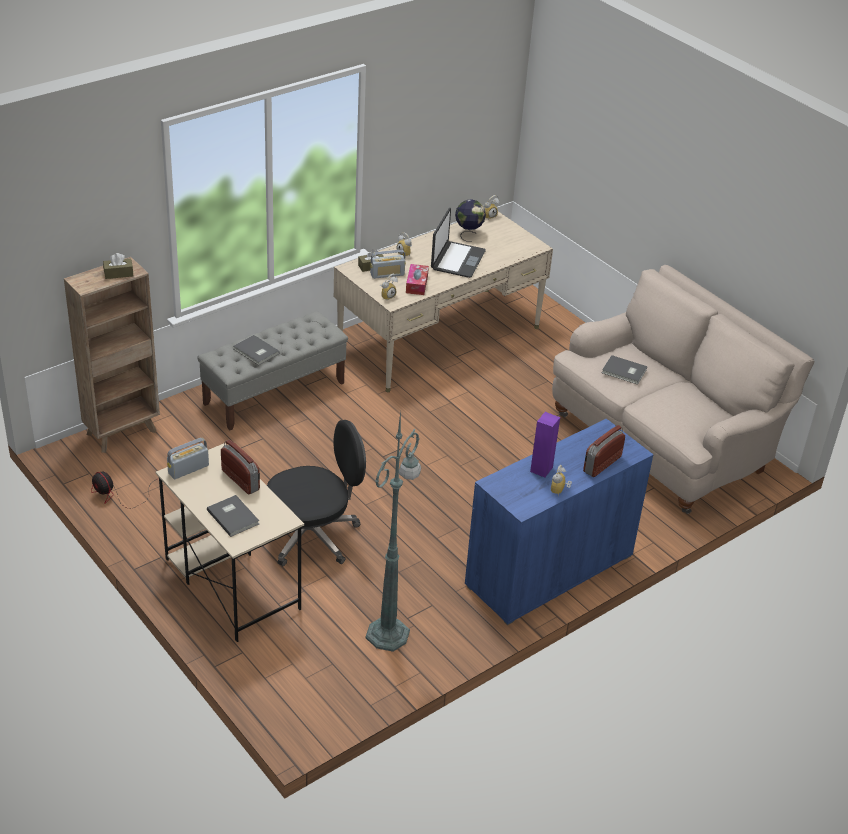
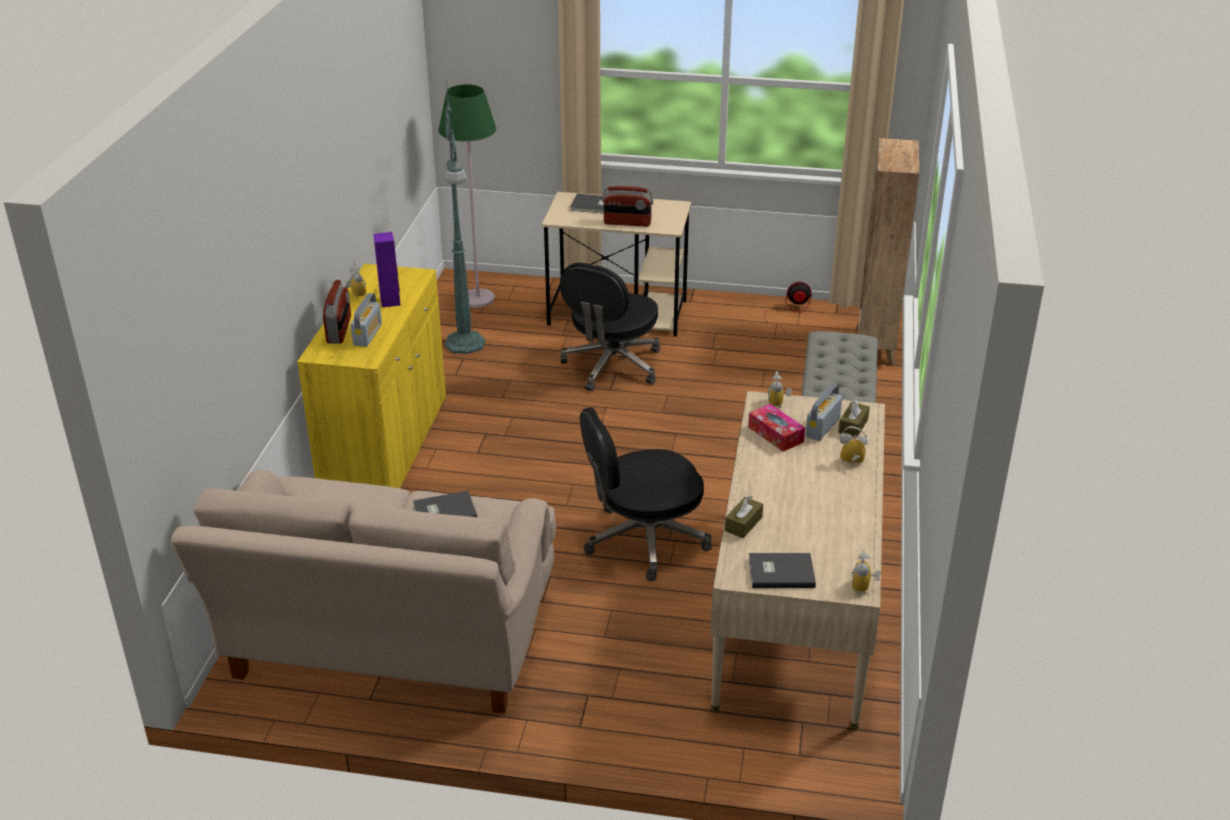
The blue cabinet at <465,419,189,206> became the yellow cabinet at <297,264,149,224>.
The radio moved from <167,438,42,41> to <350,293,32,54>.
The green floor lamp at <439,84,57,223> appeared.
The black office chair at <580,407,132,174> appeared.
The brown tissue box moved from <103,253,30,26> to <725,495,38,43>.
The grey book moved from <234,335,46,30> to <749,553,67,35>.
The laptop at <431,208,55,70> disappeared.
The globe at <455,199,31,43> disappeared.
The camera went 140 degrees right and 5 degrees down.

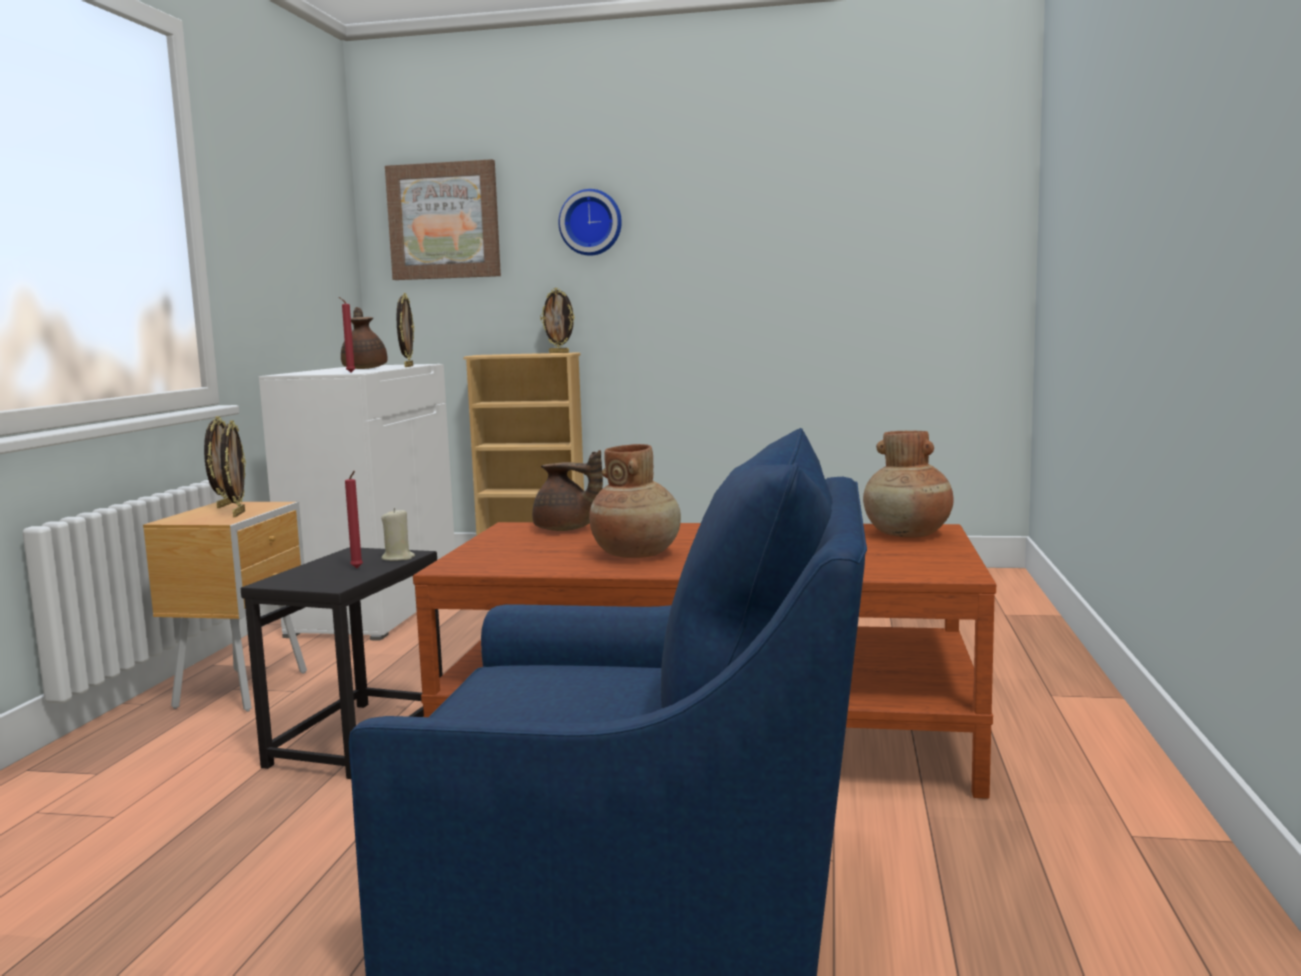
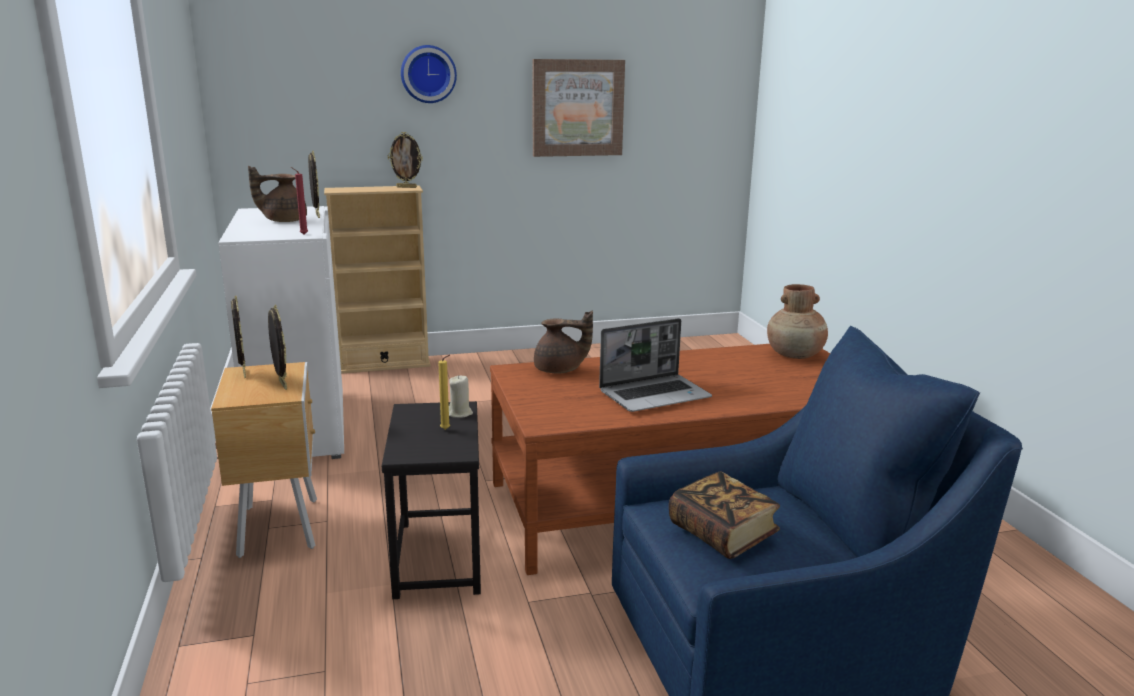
The brown teapot at <341,307,47,62> turned 60 degrees counterclockwise.
The red candle at <345,471,18,97> became the yellow candle at <438,355,12,75>.
The picture moved from <385,159,116,121> to <533,59,92,98>.
The brown vase at <589,444,92,114> was replaced by the laptop at <599,318,113,94>.
The book at <669,471,111,88> appeared.
The camera went 25 degrees left and 10 degrees up.

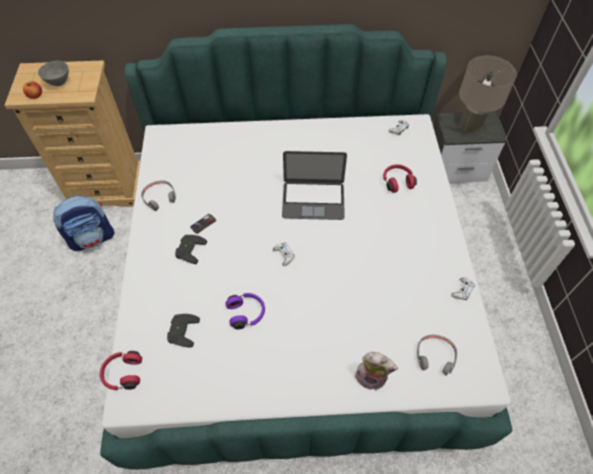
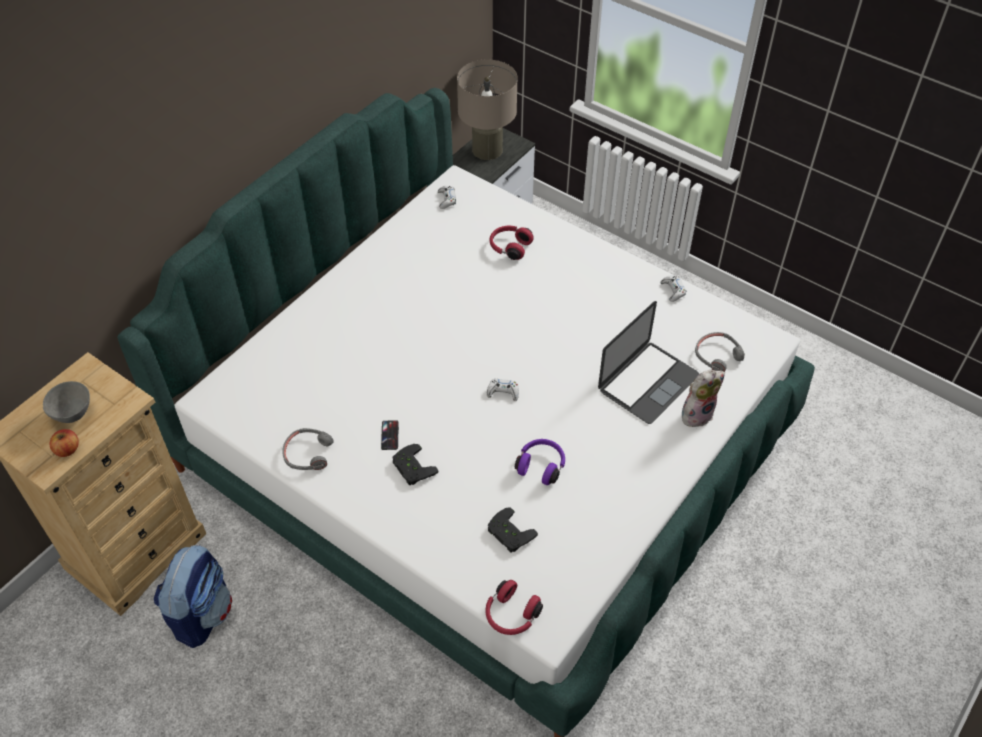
The laptop moved from <282,151,65,69> to <598,301,101,123>.
The camera went 50 degrees left and 5 degrees down.

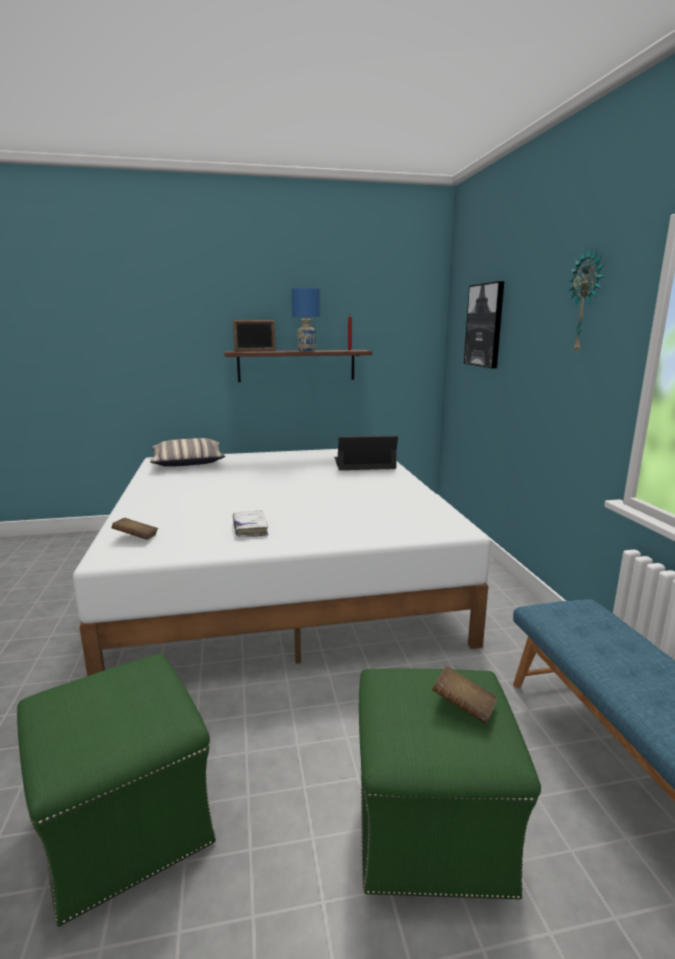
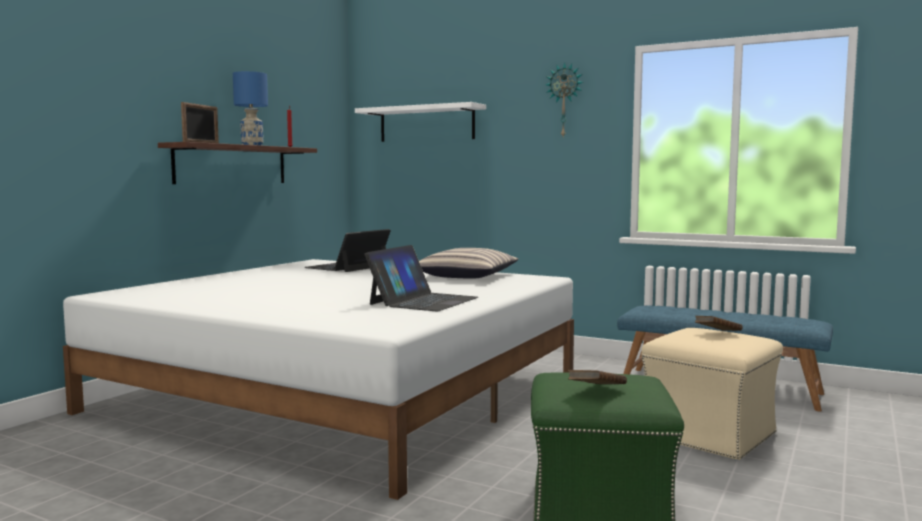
The picture at <464,281,40,87> was replaced by the white shelf at <355,102,131,40>.
The white book at <233,510,35,27> was replaced by the laptop at <365,245,113,67>.
The pillow moved from <150,438,75,29> to <419,248,99,31>.
The brown book moved from <111,518,47,22> to <568,370,59,14>.
The green ottoman at <359,669,182,230> became the beige ottoman at <641,328,142,133>.
The camera went 50 degrees left and 10 degrees down.

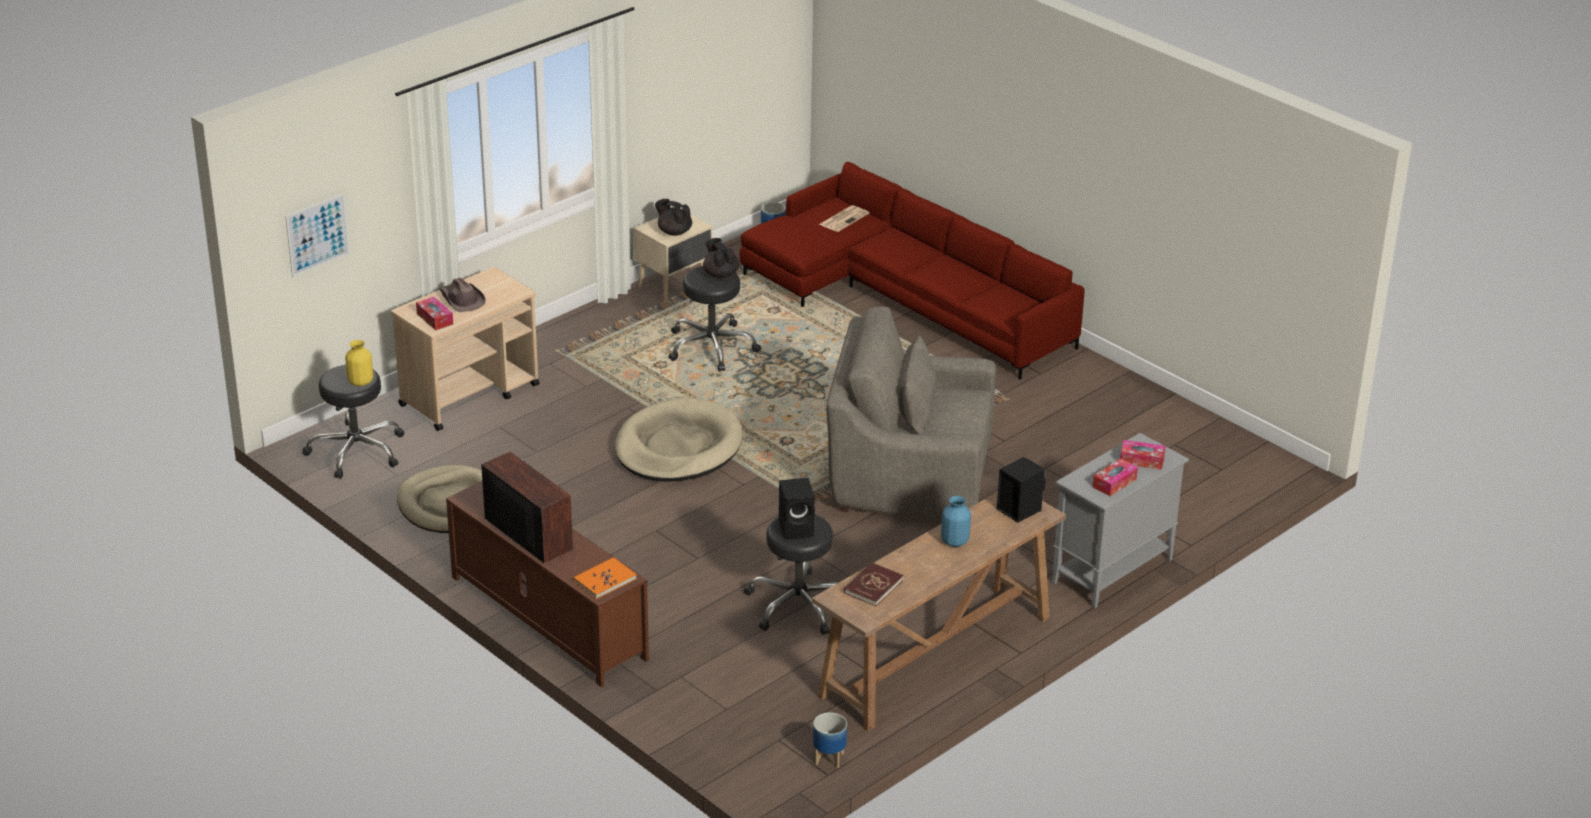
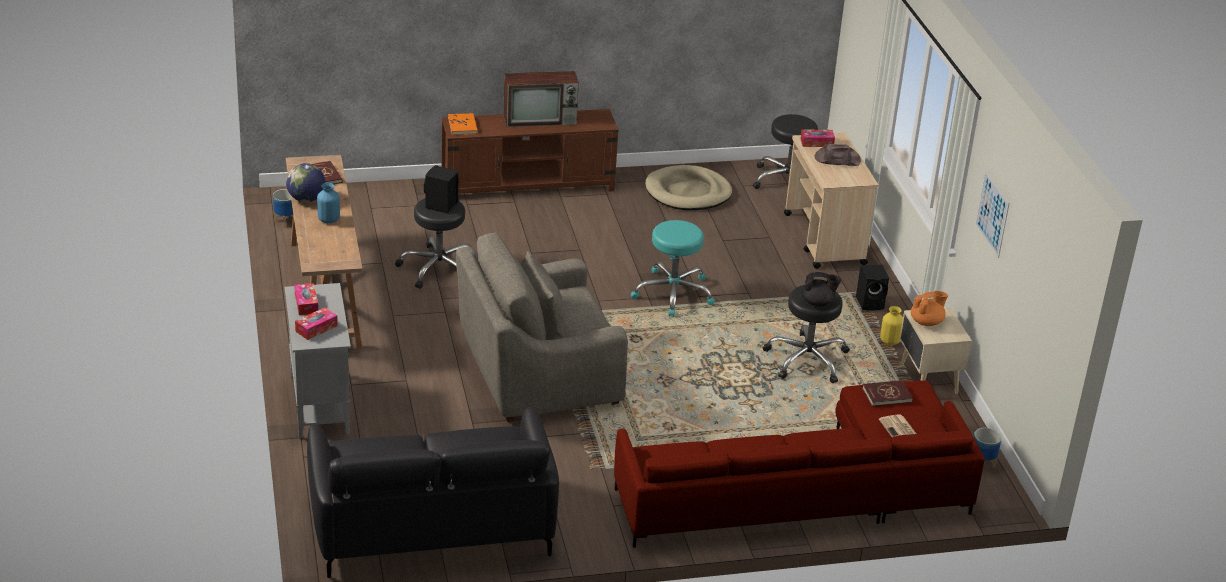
The globe at <286,163,39,39> appeared.
The black sofa at <307,406,252,172> appeared.
The grey armchair at <826,306,170,213> turned 150 degrees counterclockwise.
The beige dog bed at <615,398,128,84> was replaced by the turquoise stool at <631,220,84,97>.
The black speaker moved from <997,457,49,66> to <856,265,33,46>.
The red book at <862,380,51,26> appeared.
The yellow vase moved from <345,340,28,46> to <880,306,23,39>.
The black teapot at <655,199,37,37> became the orange teapot at <911,291,37,35>.
The picture moved from <285,193,65,84> to <975,171,35,87>.
The camera went 120 degrees right and 0 degrees up.

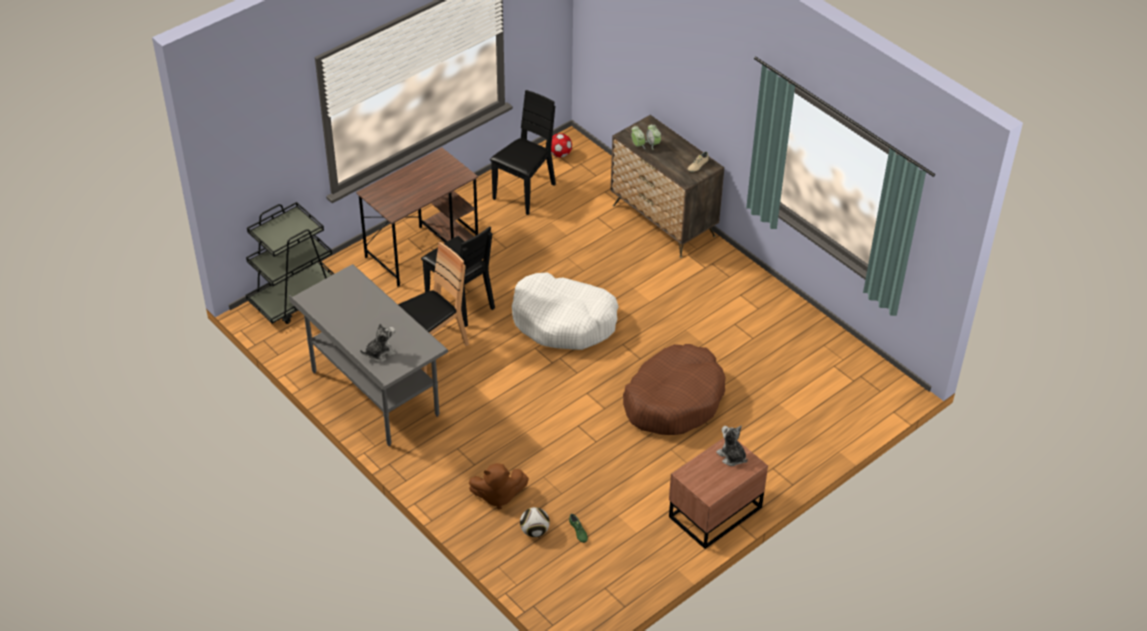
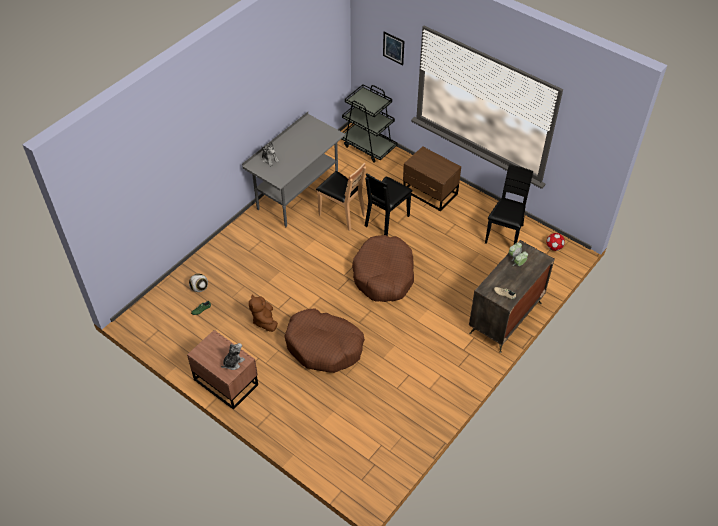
The brown plush toy moved from <469,463,60,46> to <249,294,29,38>.
The white dog bed at <512,273,106,77> became the brown dog bed at <352,235,62,67>.
The picture at <383,32,21,33> appeared.
The brown desk at <356,147,122,140> was replaced by the brown nightstand at <403,146,58,65>.
The black chair at <490,90,66,125> turned 90 degrees counterclockwise.
The camera went 80 degrees right and 5 degrees up.

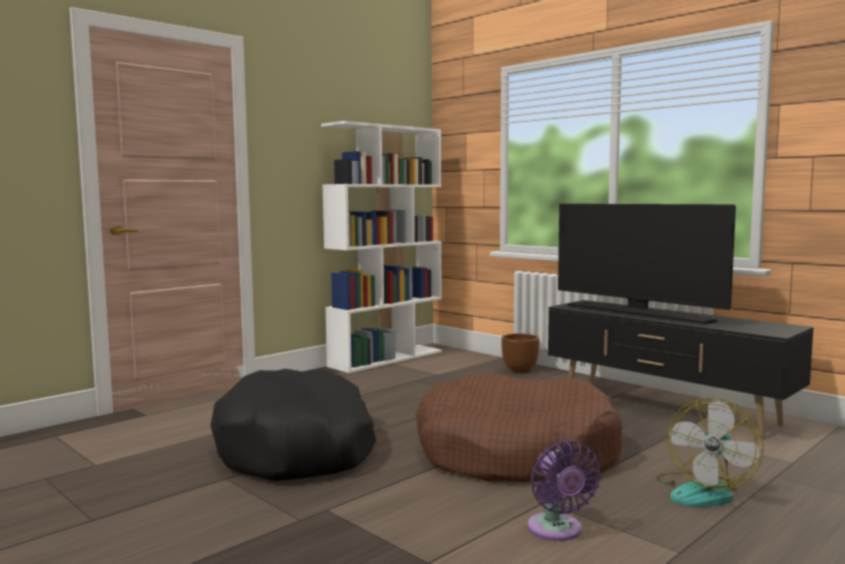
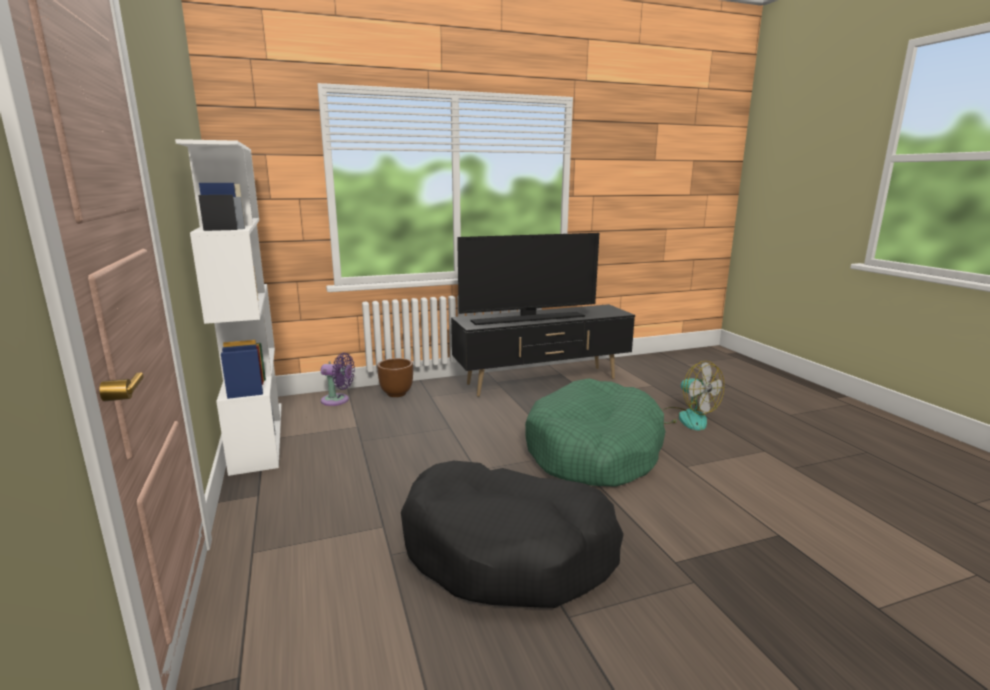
The purple fan moved from <527,440,74,101> to <321,353,34,53>.
The brown dog bed at <416,373,206,109> became the green dog bed at <525,378,141,109>.
The camera went 65 degrees left and 10 degrees up.

